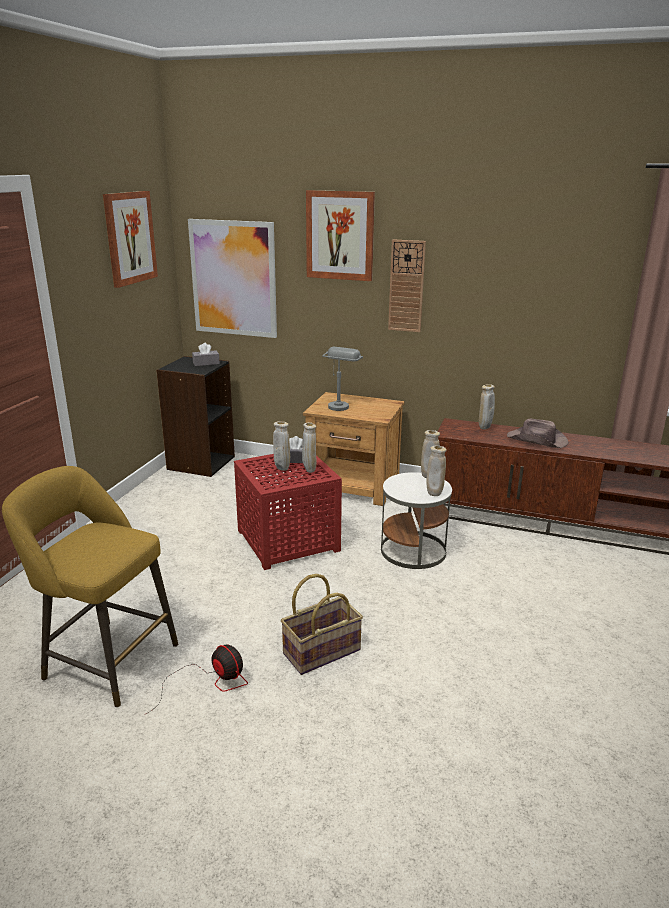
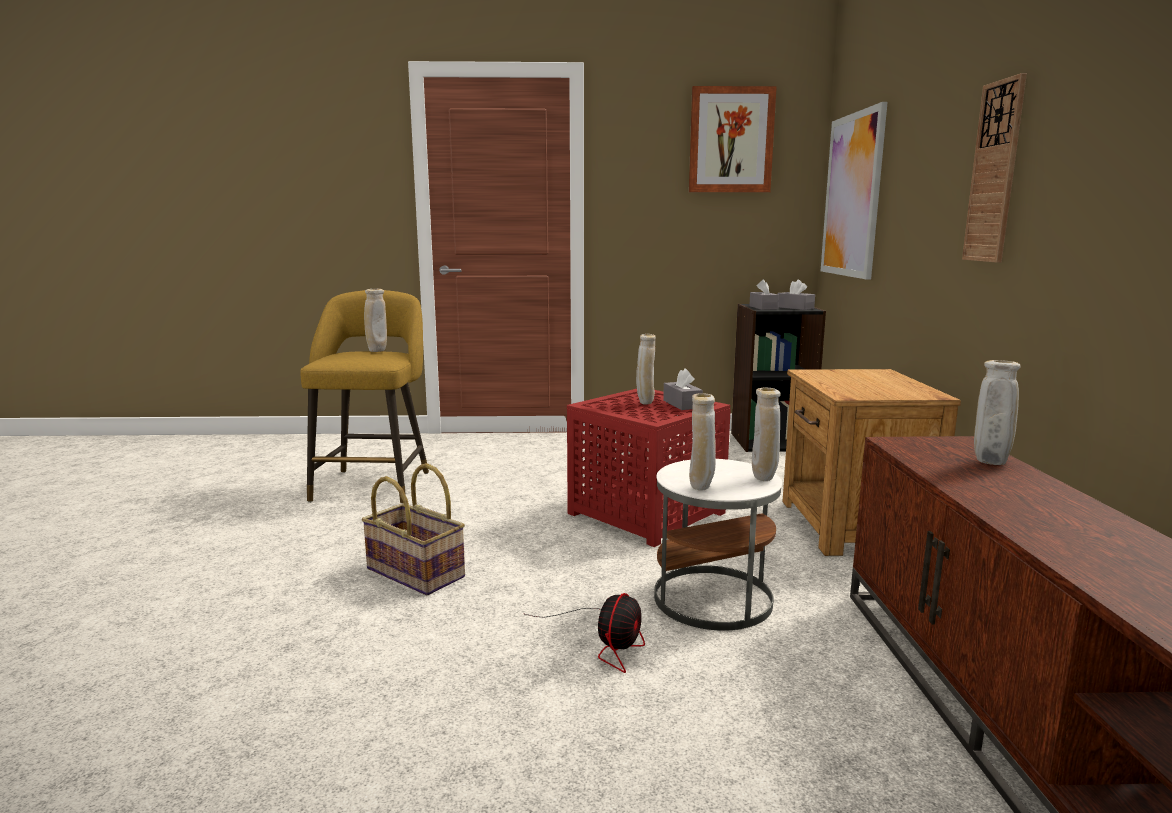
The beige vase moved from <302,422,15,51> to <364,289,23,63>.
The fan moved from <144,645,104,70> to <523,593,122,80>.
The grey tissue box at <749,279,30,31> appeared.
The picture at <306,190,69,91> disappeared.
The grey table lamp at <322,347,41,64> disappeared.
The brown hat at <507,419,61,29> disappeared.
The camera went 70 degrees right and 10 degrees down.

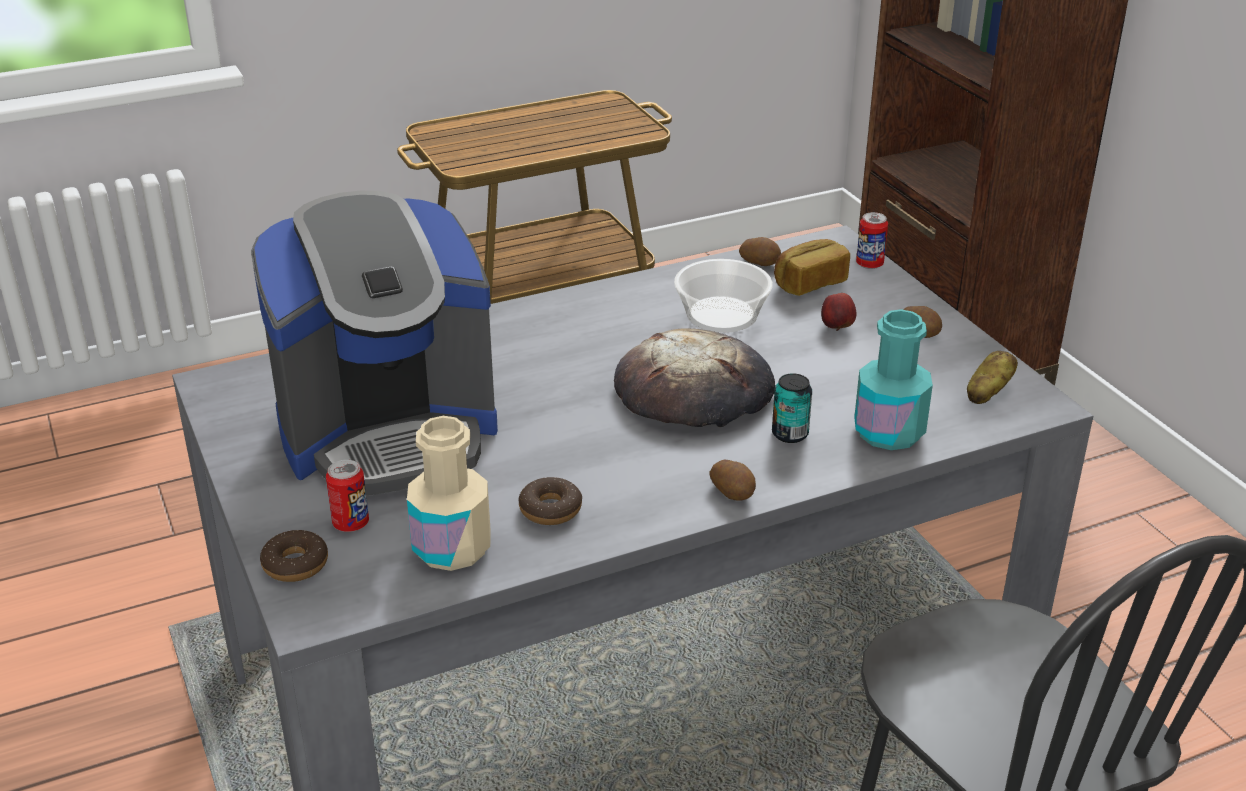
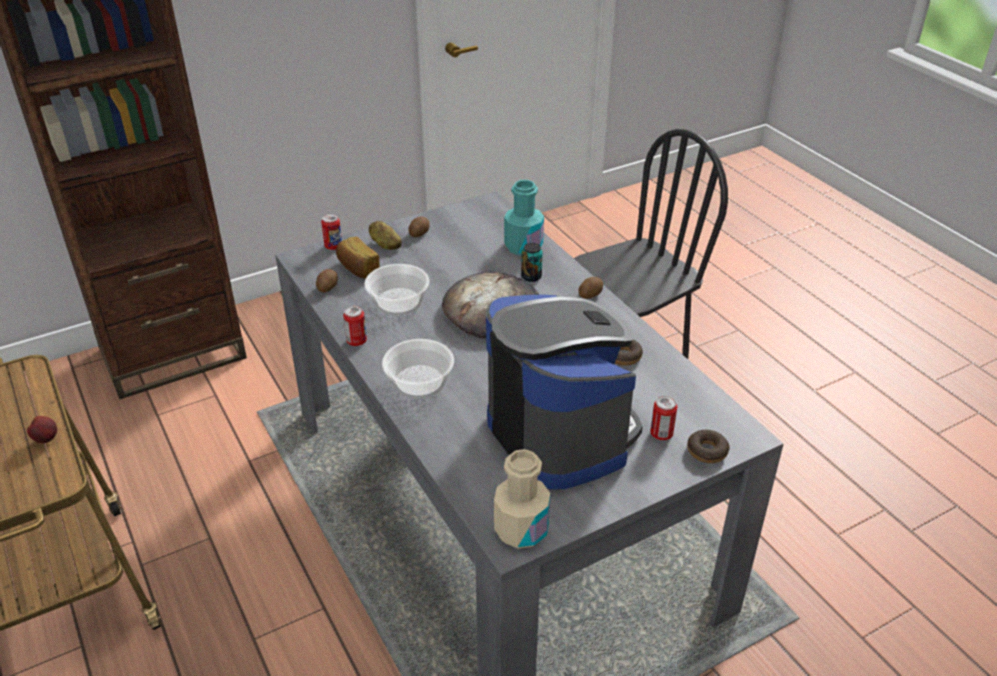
The apple moved from <821,293,36,38> to <27,416,30,27>.
The can at <343,306,24,40> appeared.
The potato moved from <967,351,51,53> to <369,221,33,29>.
The bowl at <382,339,72,60> appeared.
The beige bottle moved from <407,416,84,155> to <494,449,56,100>.
The camera went 95 degrees left and 5 degrees up.

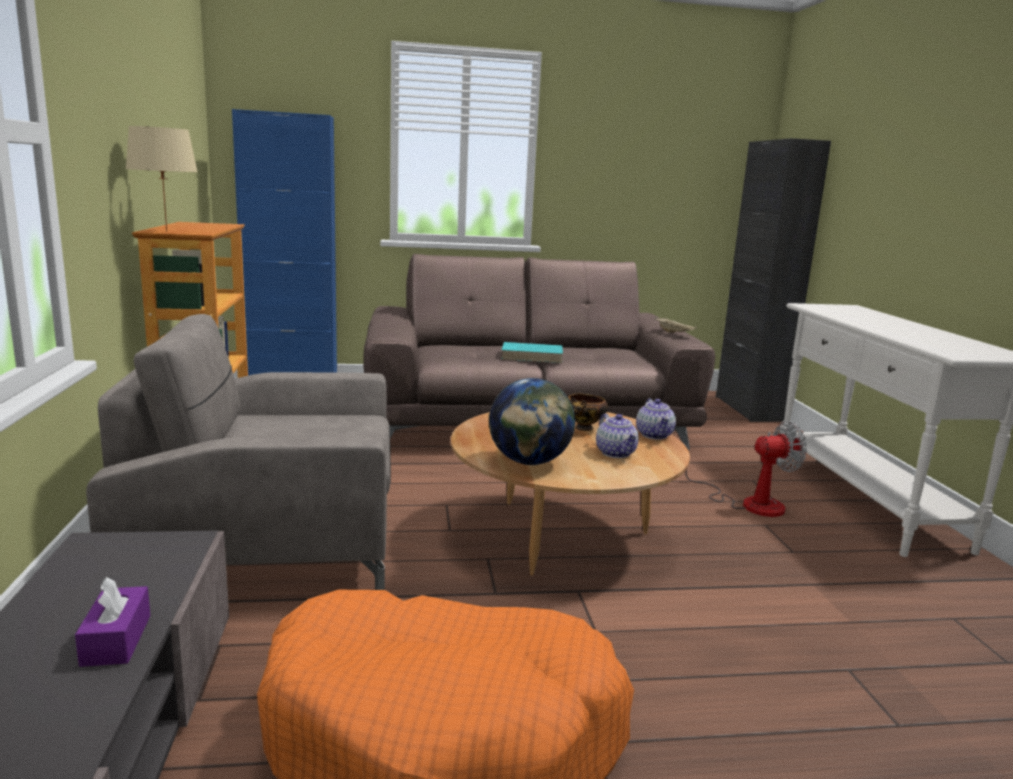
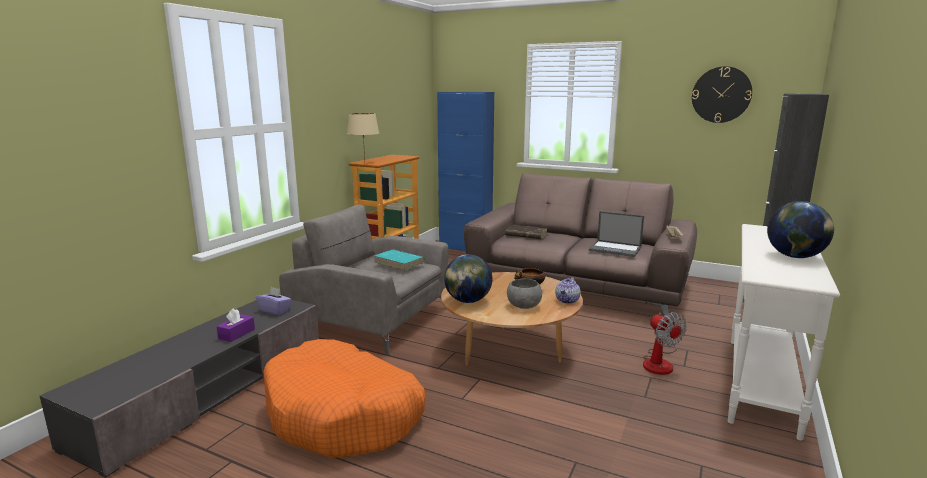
The purple tissue box at <256,287,35,28> appeared.
The turquoise book moved from <501,342,62,21> to <374,250,51,20>.
The brown book at <505,224,42,15> appeared.
The teapot at <596,413,43,45> was replaced by the grey bowl at <507,279,35,30>.
The laptop at <589,211,55,46> appeared.
The fan at <685,421,122,96> turned 45 degrees clockwise.
The wall clock at <692,66,60,57> appeared.
The globe at <767,201,67,57> appeared.
The camera went 35 degrees right and 0 degrees up.

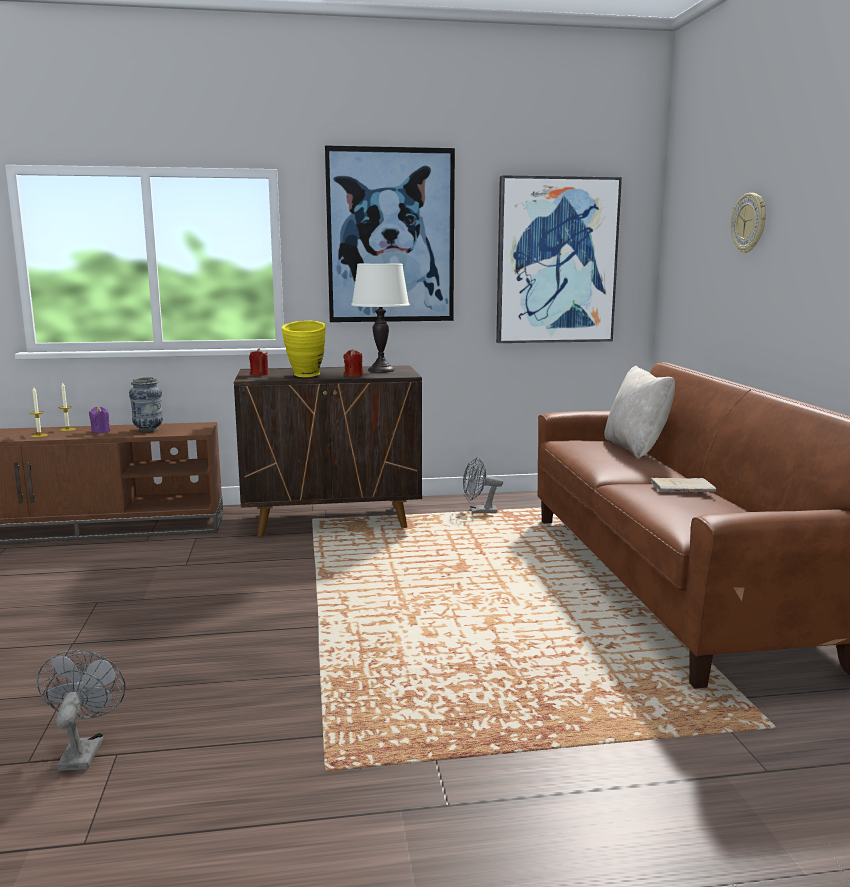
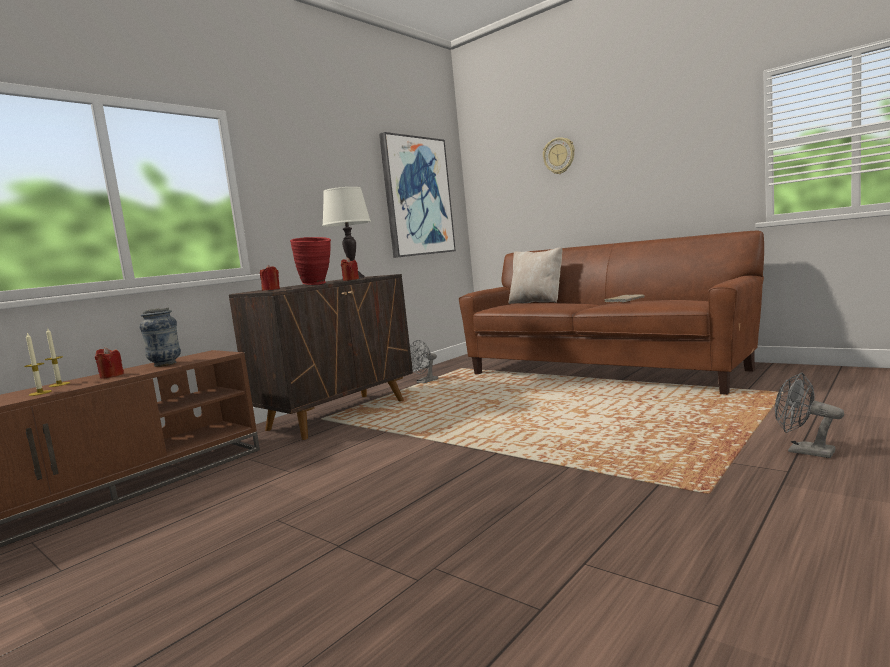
The purple candle at <89,406,22,28> became the red candle at <95,347,29,31>.
The yellow vase at <282,321,44,56> became the red vase at <290,237,41,48>.
The grey fan moved from <37,650,88,121> to <775,372,69,86>.
The picture at <325,146,130,176> disappeared.
The camera went 40 degrees left and 5 degrees down.

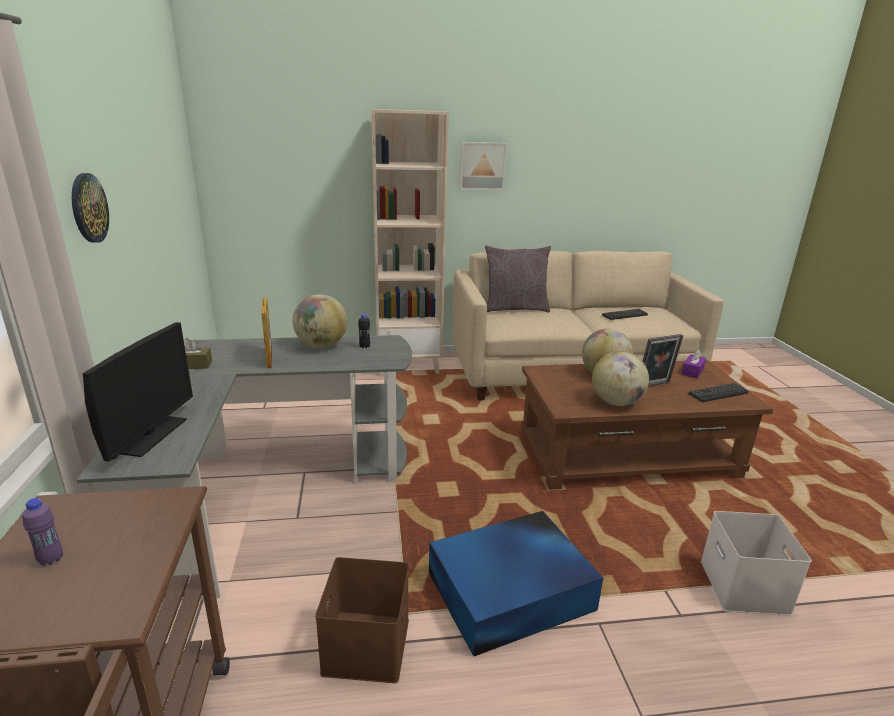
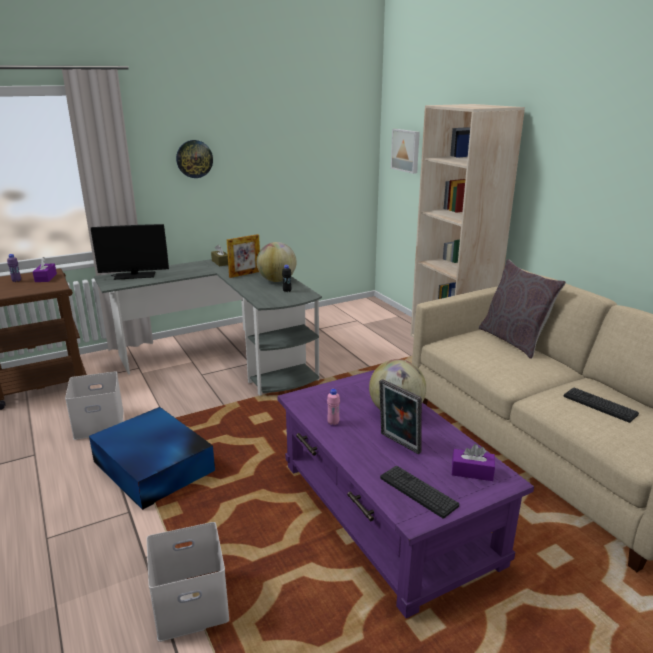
The purple tissue box at <33,257,24,25> appeared.
The brown storage box at <315,557,94,126> became the white storage box at <65,371,59,69>.
The brown coffee table at <521,360,253,130> became the purple coffee table at <277,370,257,249>.
The globe at <592,351,57,55> was replaced by the pink bottle at <327,389,13,36>.
The picture moved from <459,142,48,48> to <391,129,29,45>.
The camera went 70 degrees right and 0 degrees up.

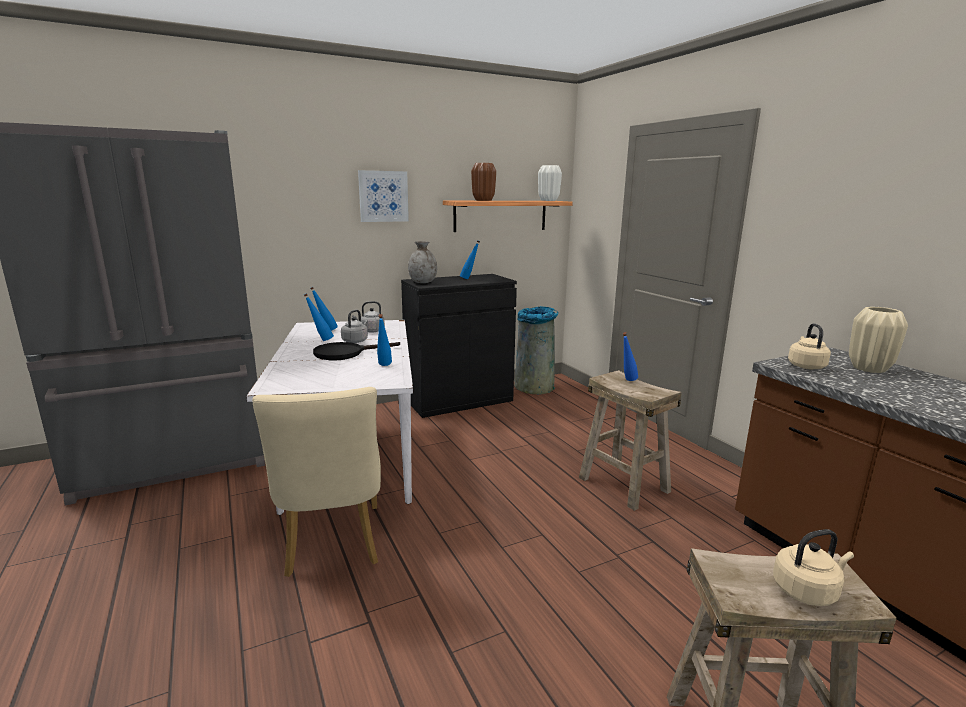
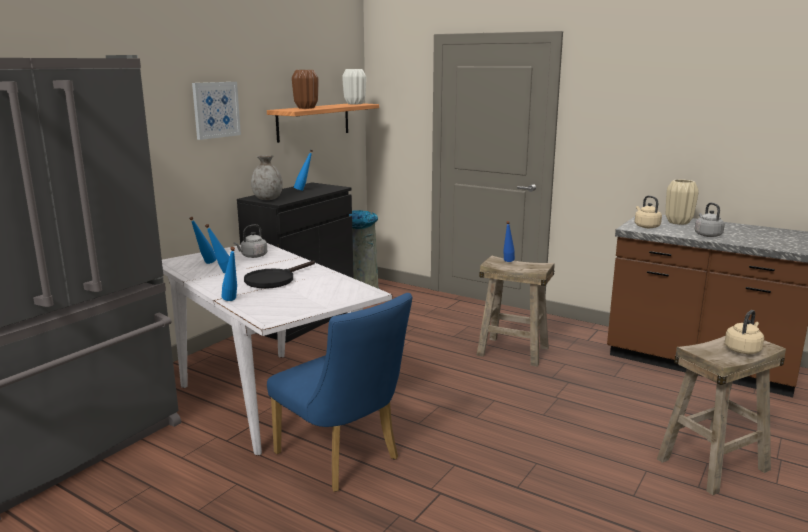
The blue bottle moved from <377,314,15,52> to <221,247,16,54>.
The beige chair at <252,387,129,190> became the blue chair at <267,293,145,199>.
The grey kettle moved from <341,310,27,33> to <695,203,30,34>.
The camera went 30 degrees left and 0 degrees up.

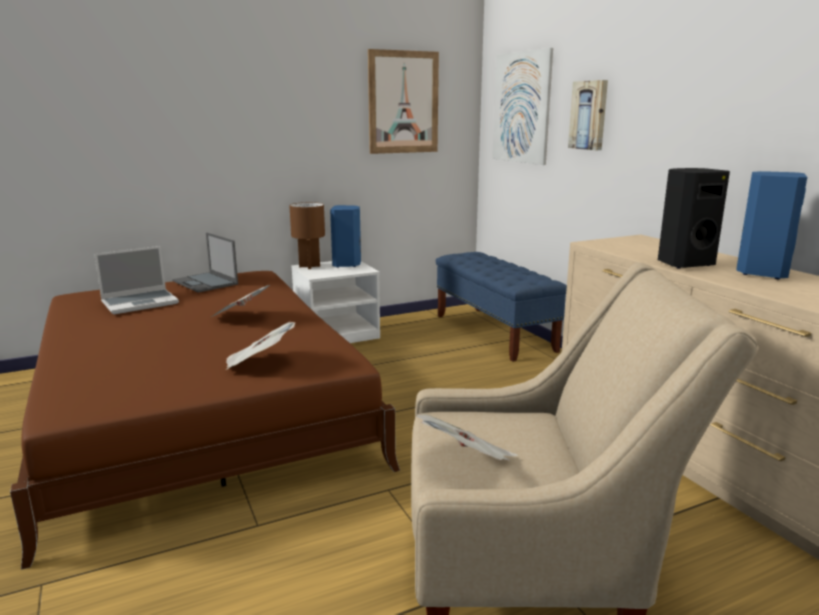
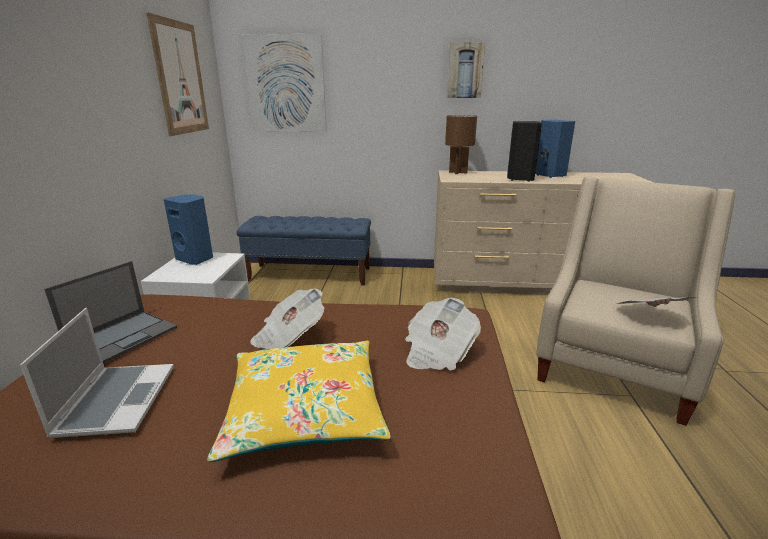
The laptop at <172,233,66,60> turned 45 degrees counterclockwise.
The yellow pillow at <207,341,184,121> appeared.
The brown table lamp moved from <289,202,36,67> to <445,115,32,59>.
The picture moved from <568,80,40,70> to <447,42,38,56>.
The camera went 60 degrees left and 5 degrees up.

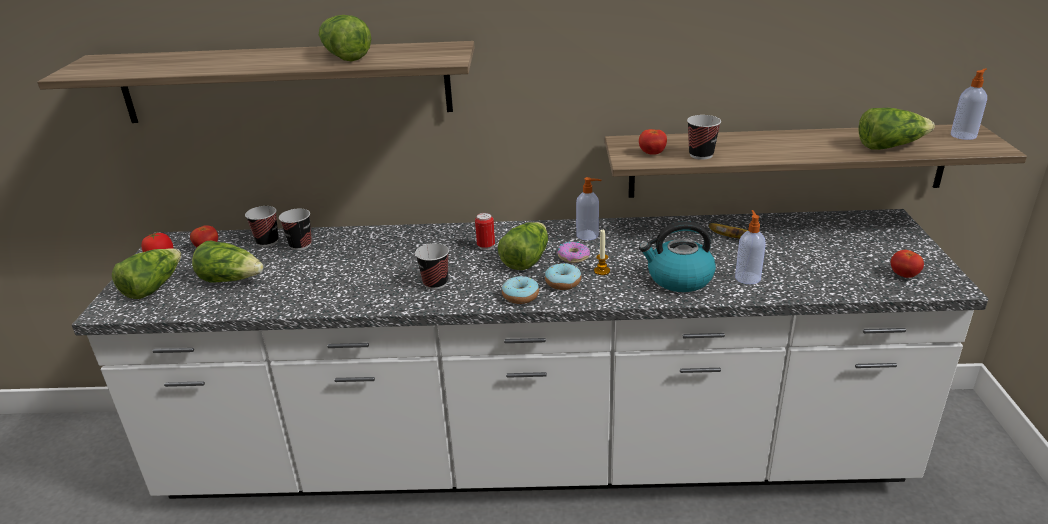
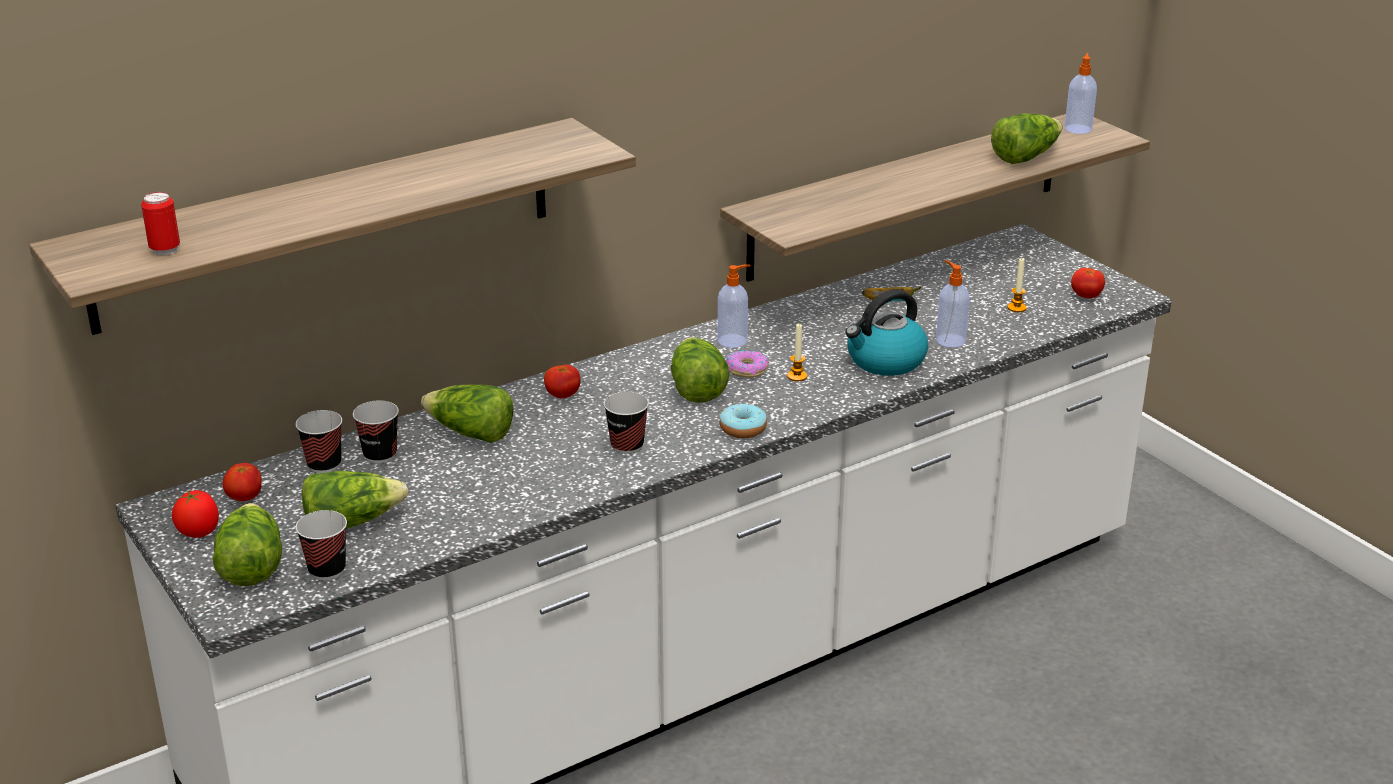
The can moved from <475,213,20,37> to <141,192,39,63>.
The cup moved from <687,115,34,45> to <296,510,51,70>.
The lettuce moved from <319,15,52,47> to <421,385,93,58>.
The tomato moved from <639,129,28,26> to <544,364,36,34>.
The candle at <1007,258,20,54> appeared.
The donut at <545,263,36,27> disappeared.
The camera went 35 degrees left and 0 degrees up.

